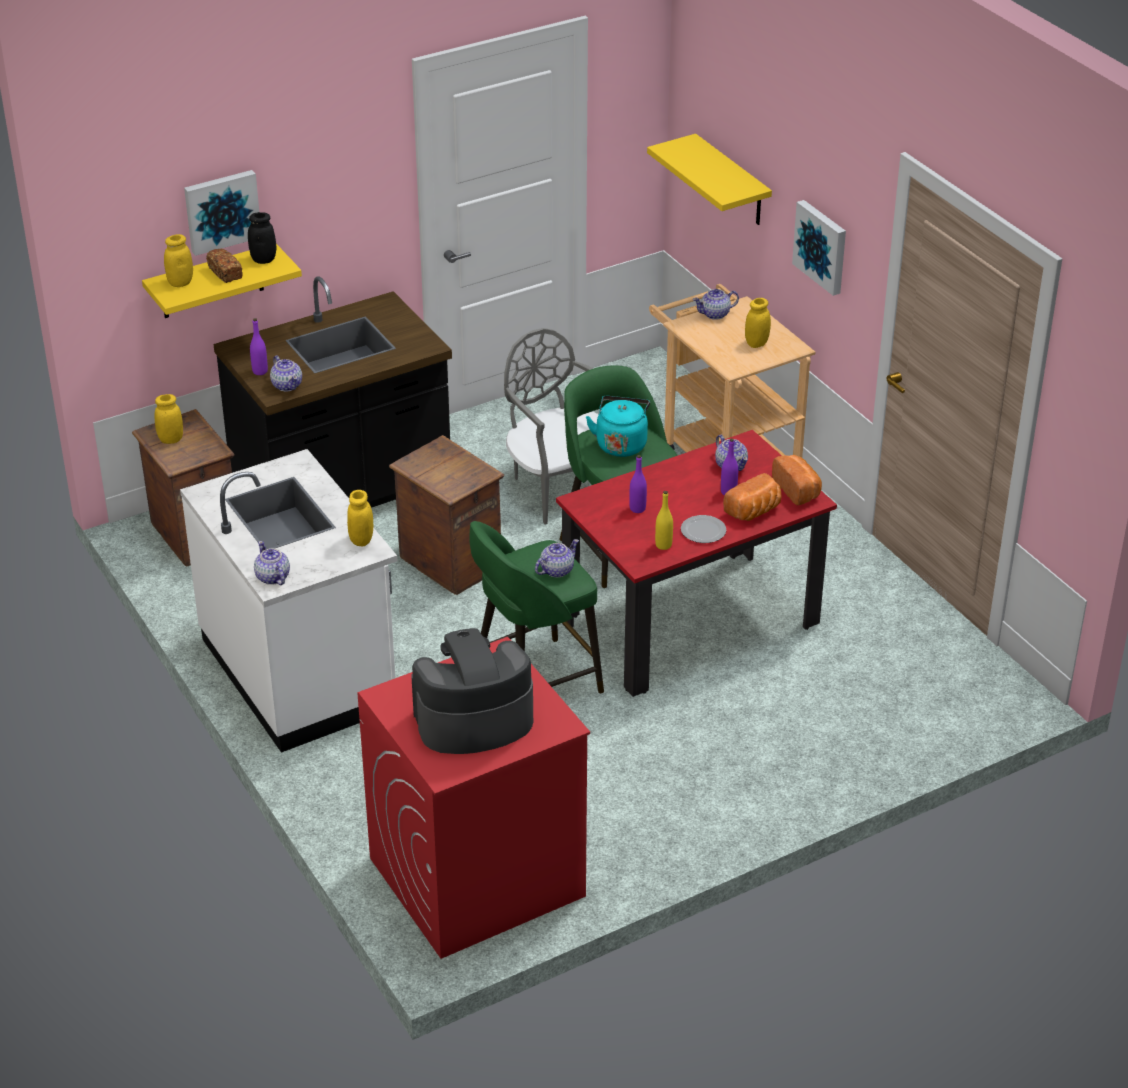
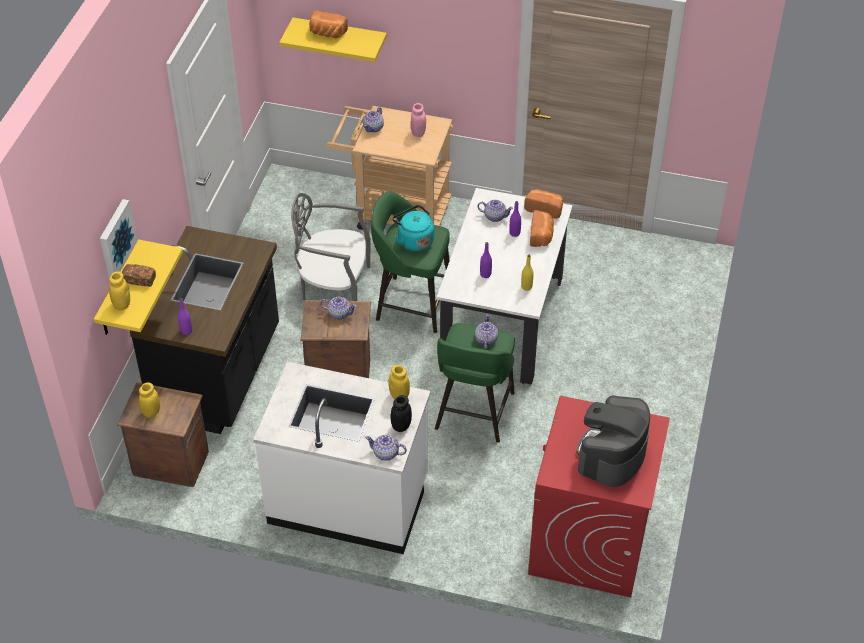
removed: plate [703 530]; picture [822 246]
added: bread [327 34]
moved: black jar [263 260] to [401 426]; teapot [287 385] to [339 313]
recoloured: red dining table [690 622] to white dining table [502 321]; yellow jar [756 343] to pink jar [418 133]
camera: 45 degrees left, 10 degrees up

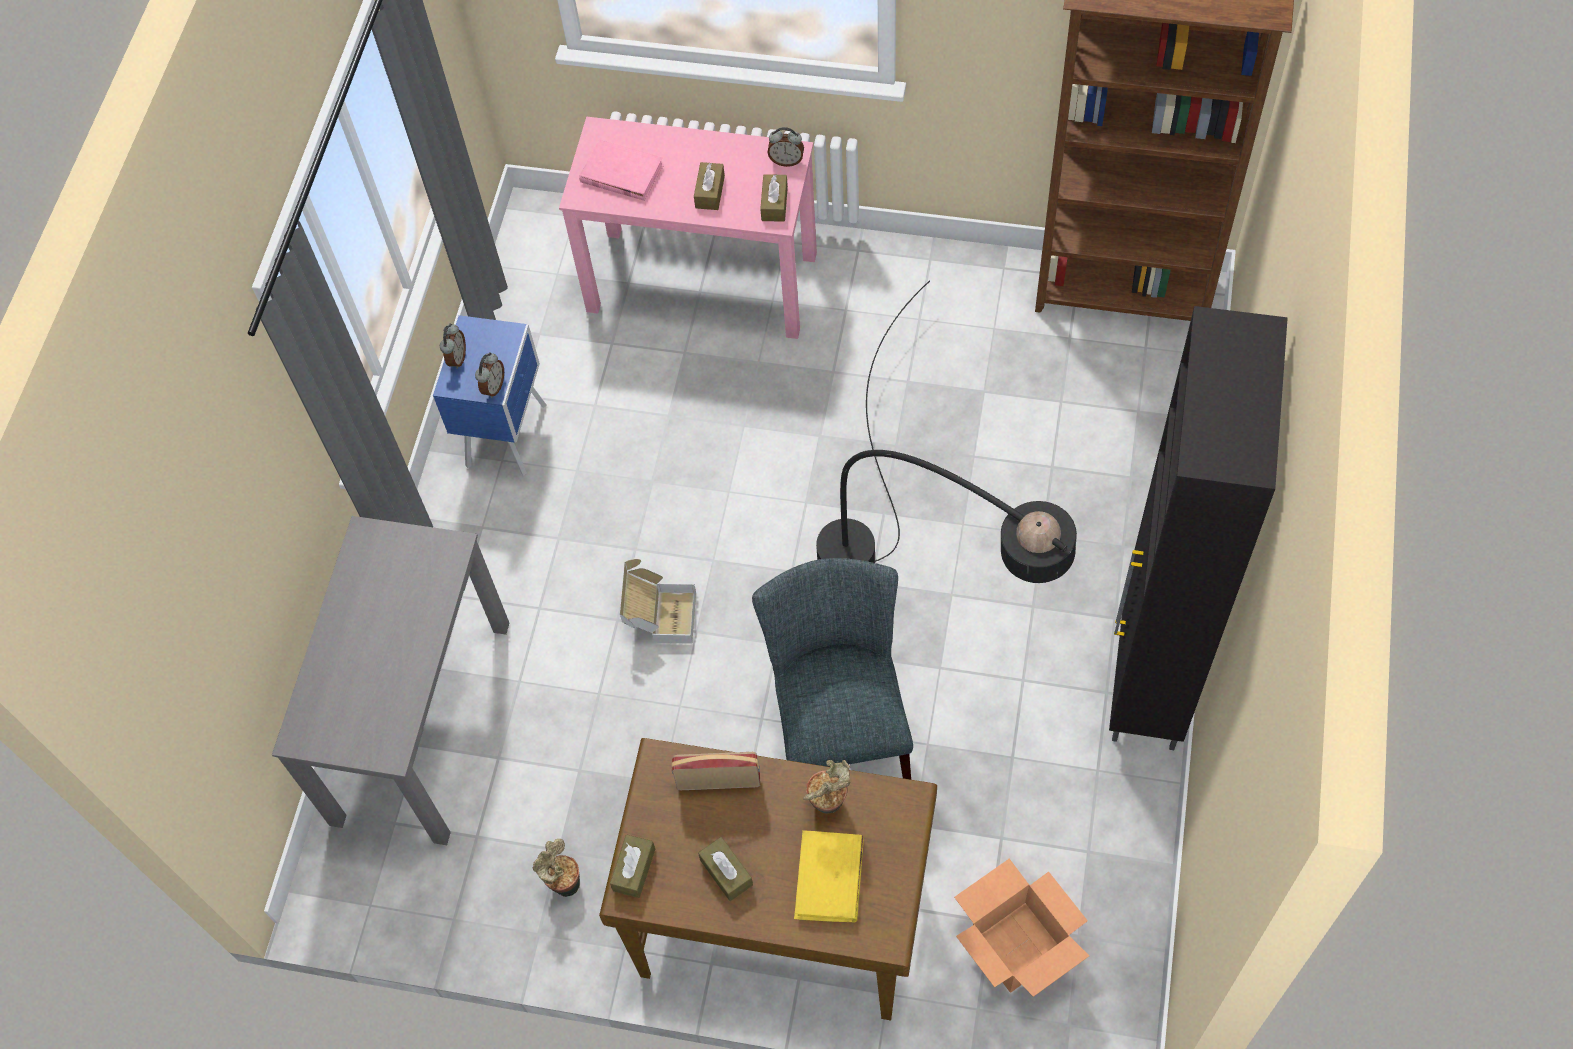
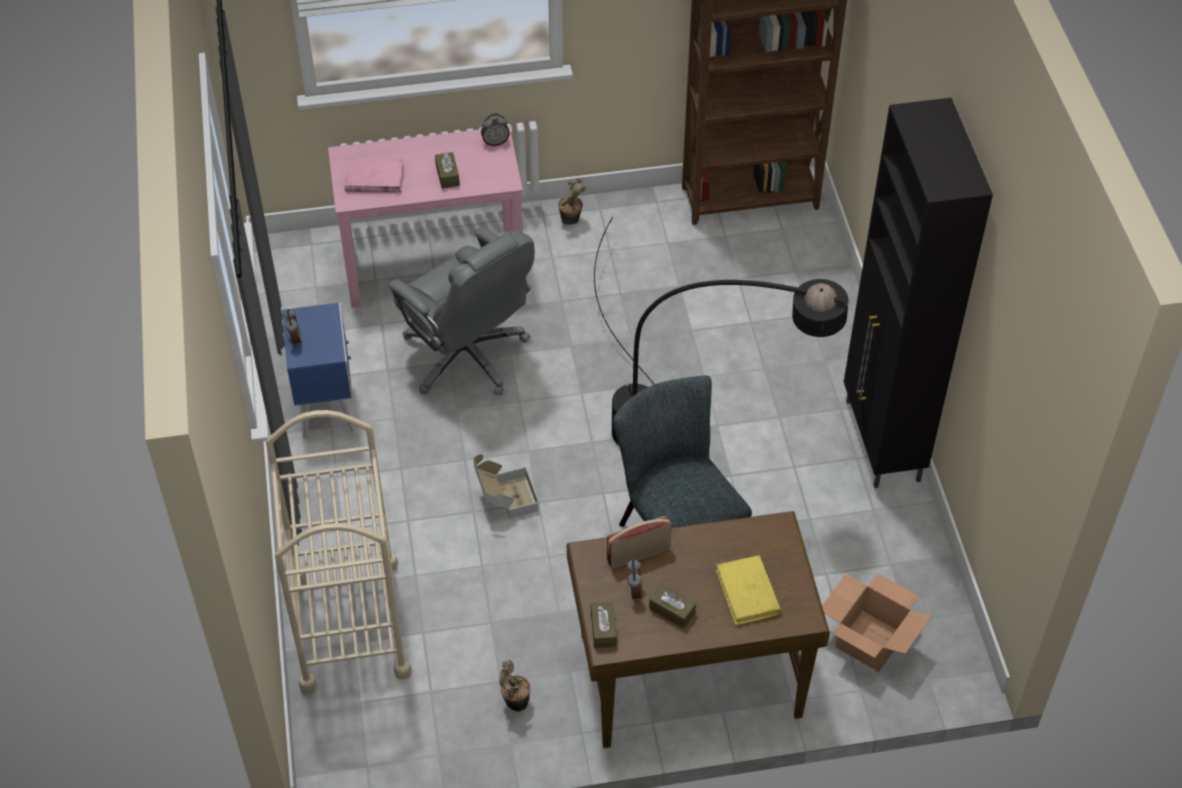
removed: brown tissue box [774 204]
added: grey office chair [467 356]
moved: alarm clock [493 387] to [634 591]; potted plant [828 805] to [571 221]
replaced: grey desk [421 720] to beige cart [349 624]
camera: 25 degrees left, 10 degrees down

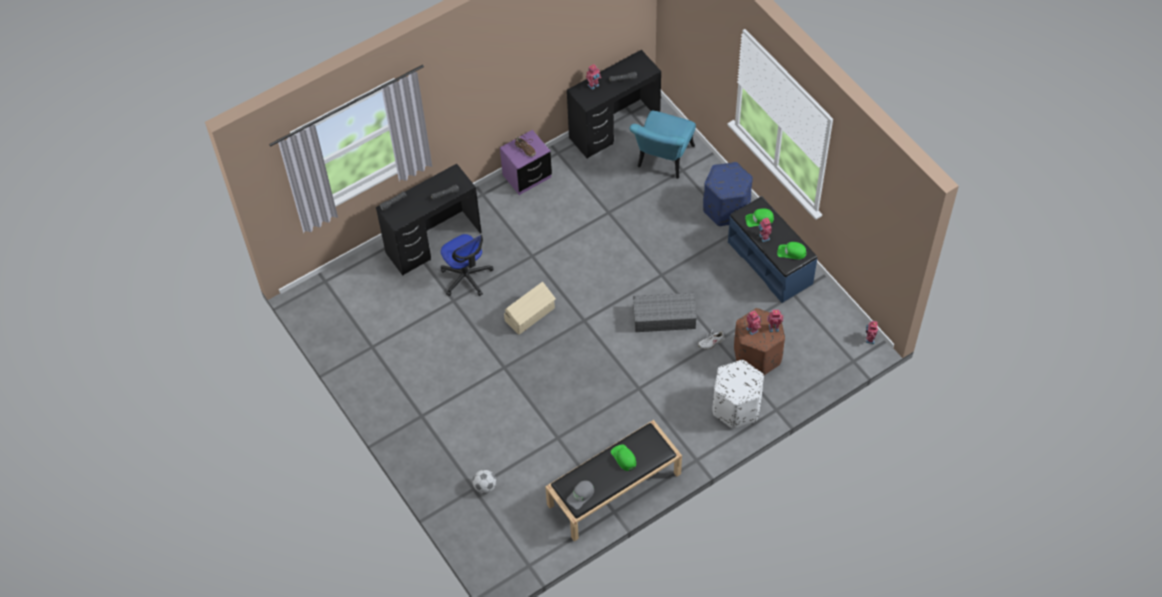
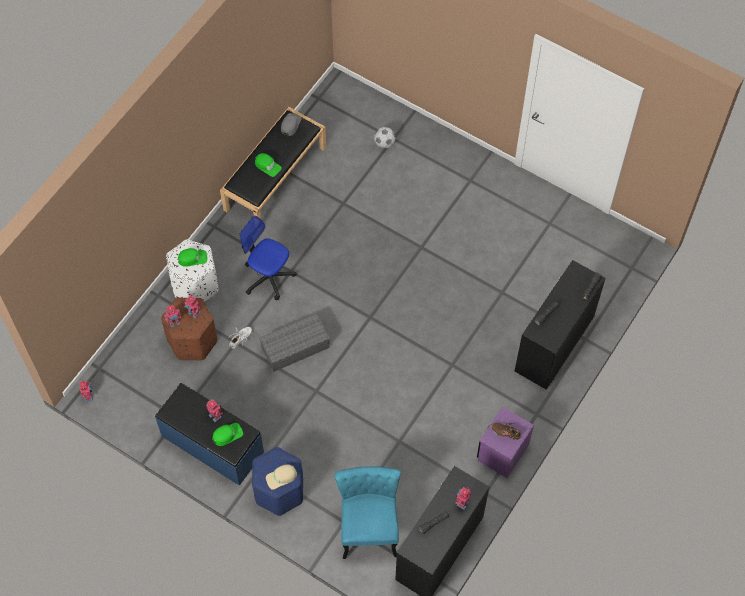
removed: beige storage box [530 315]
added: beige cap [281 477]
moved: office chair [466 277] to [268 277]; green cap [791 252] to [192 258]
camera: 155 degrees right, 5 degrees up

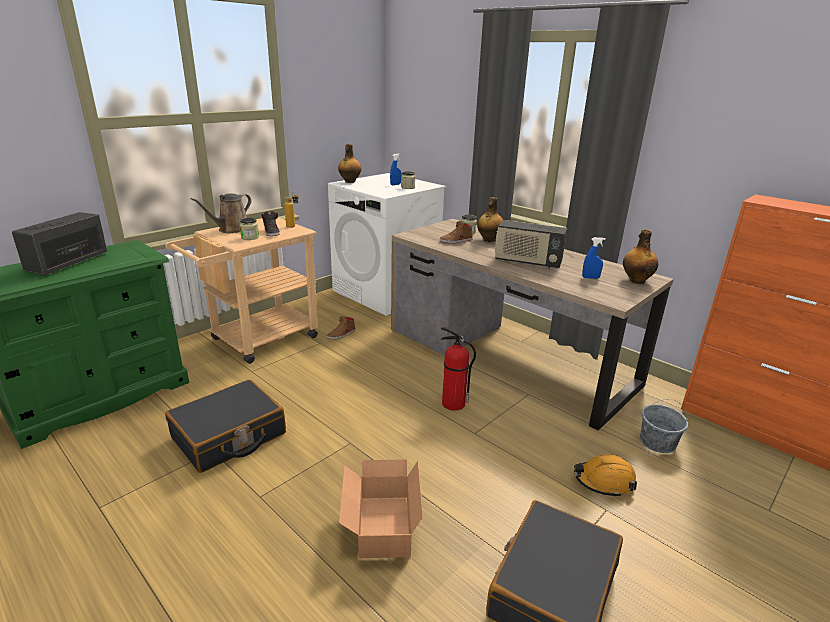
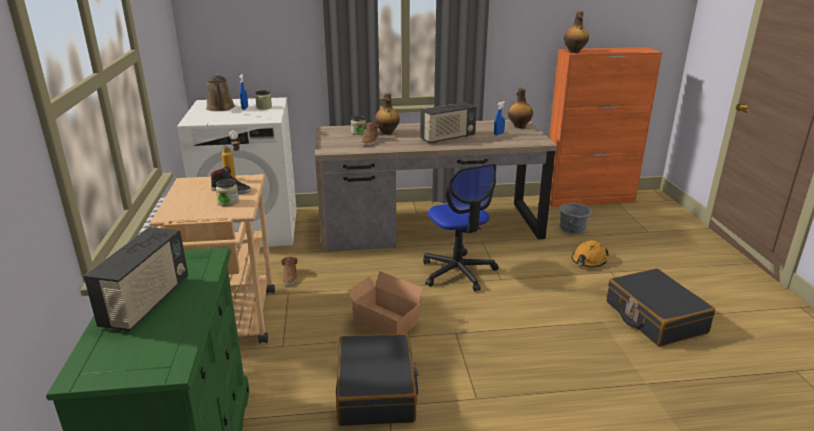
moved: brown watering can [231 230] to [221 108]; bottle [349 181] to [574 52]; cardboard box [381 528] to [385 323]
replaced: fire extinguisher [452 403] to office chair [458 272]
turned: radio [68 263] = [147 302] 135 degrees counterclockwise
camera: 50 degrees left, 0 degrees up

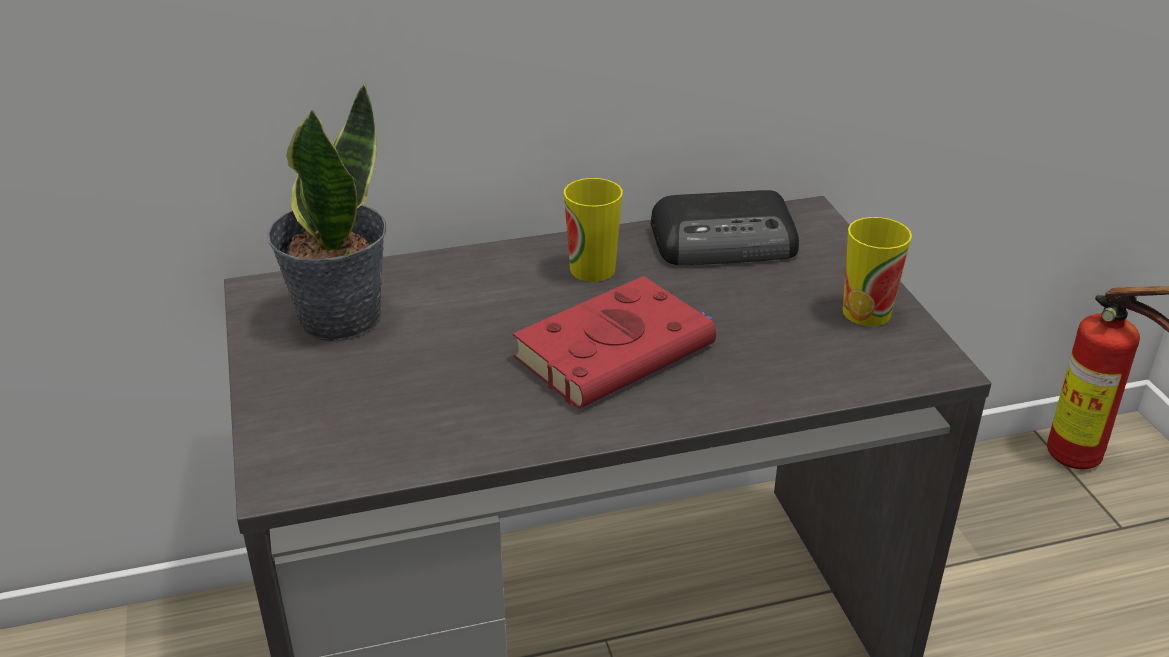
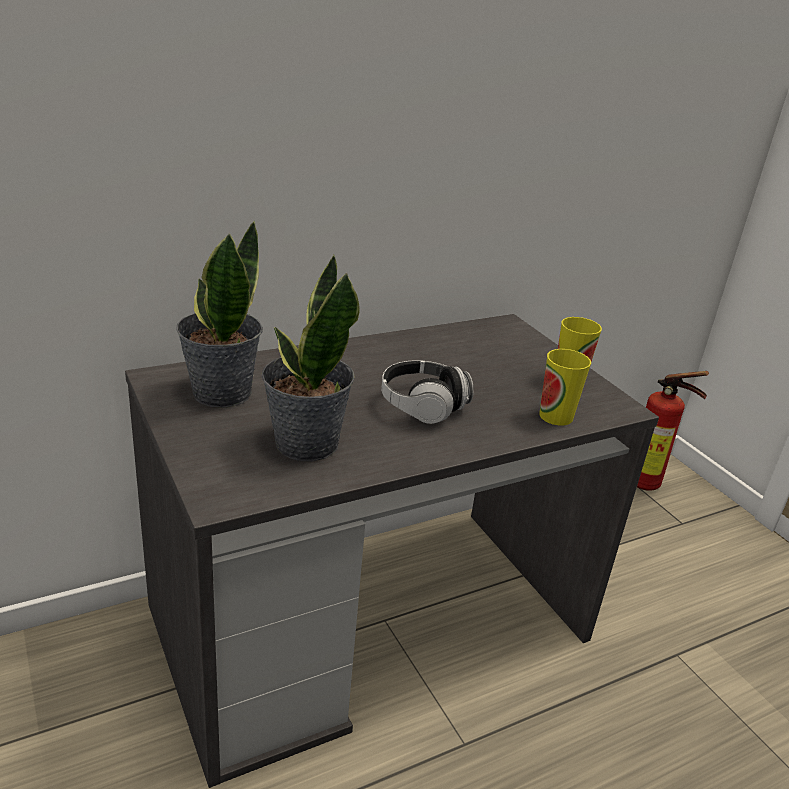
removed: radio [726 241]
added: potted plant [305 443]
moved: cup [592 269] to [556 416]
replaced: red book [618 349] to headphones [422 406]
camera: 15 degrees left, 5 degrees down

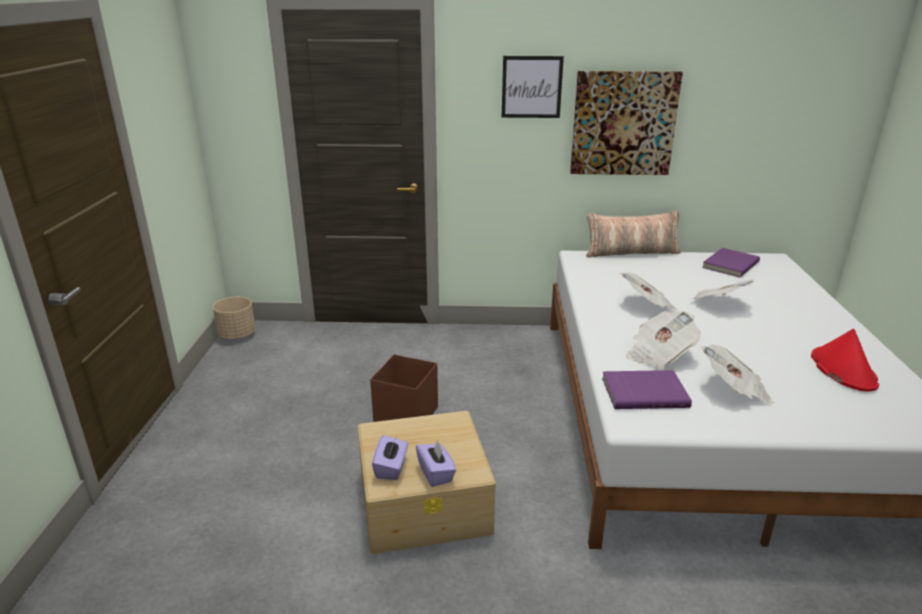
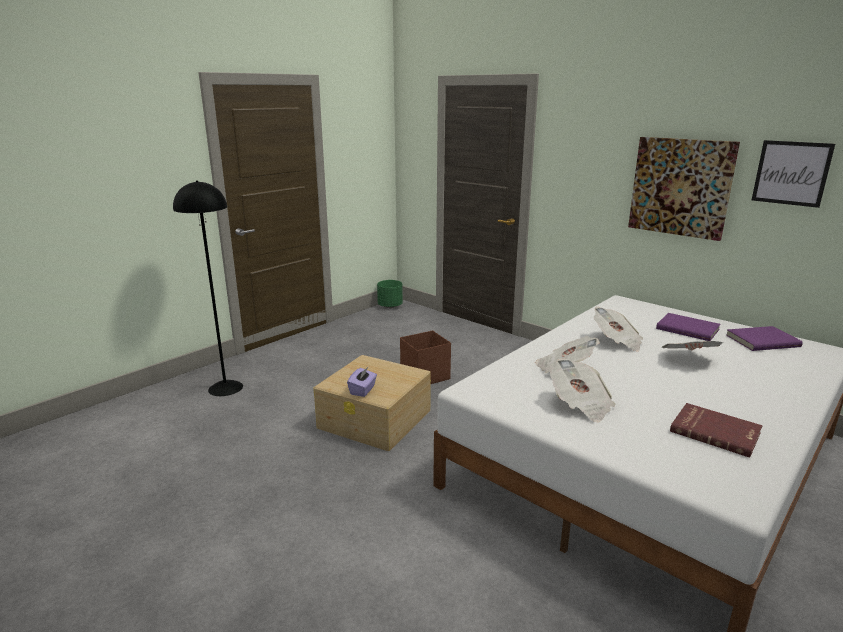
removed: purple tissue box [391 468]; pillow [631 252]
added: black floor lamp [225 388]
moved: picture [531 87] to [791 173]; purple book [644 392] to [688 329]
replaced: red hat [842 370] to red book [715 431]
recoloured: beige planter [237 335] to green planter [390 306]
camera: 40 degrees right, 5 degrees down

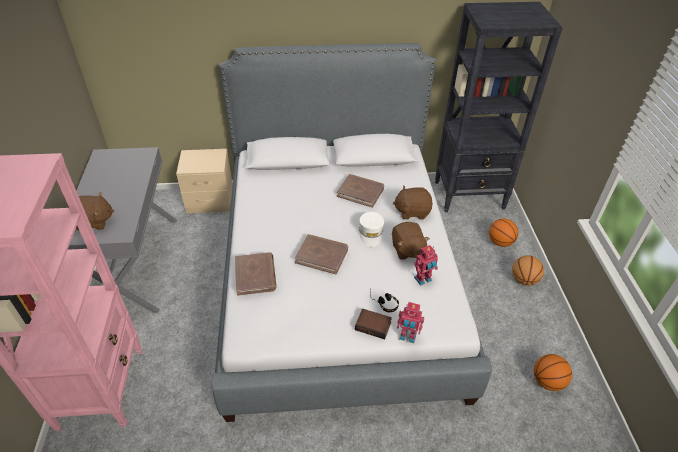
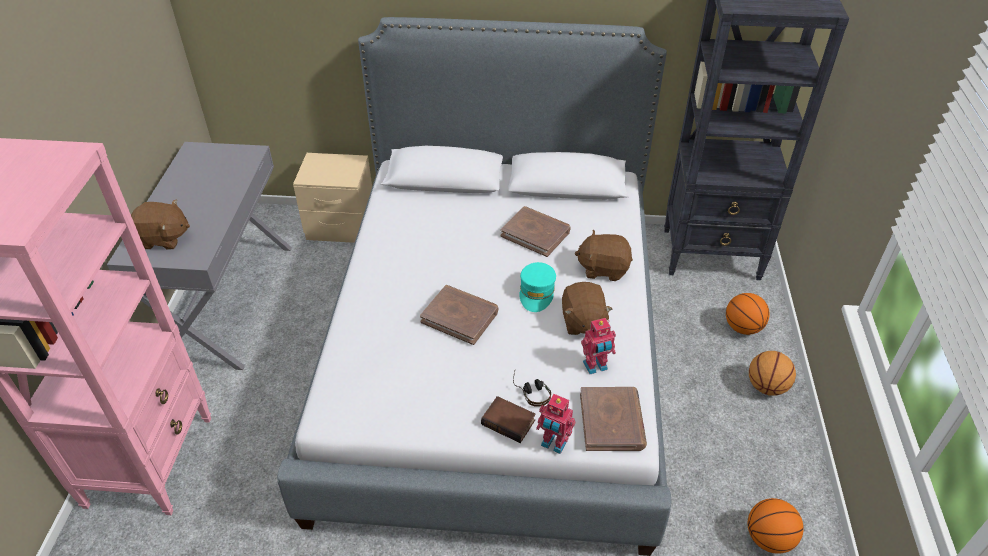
moved: brown book [255 275] to [612 421]
recoloured: white cap [371 233] to turquoise cap [537 292]
camera: 10 degrees right, 0 degrees up

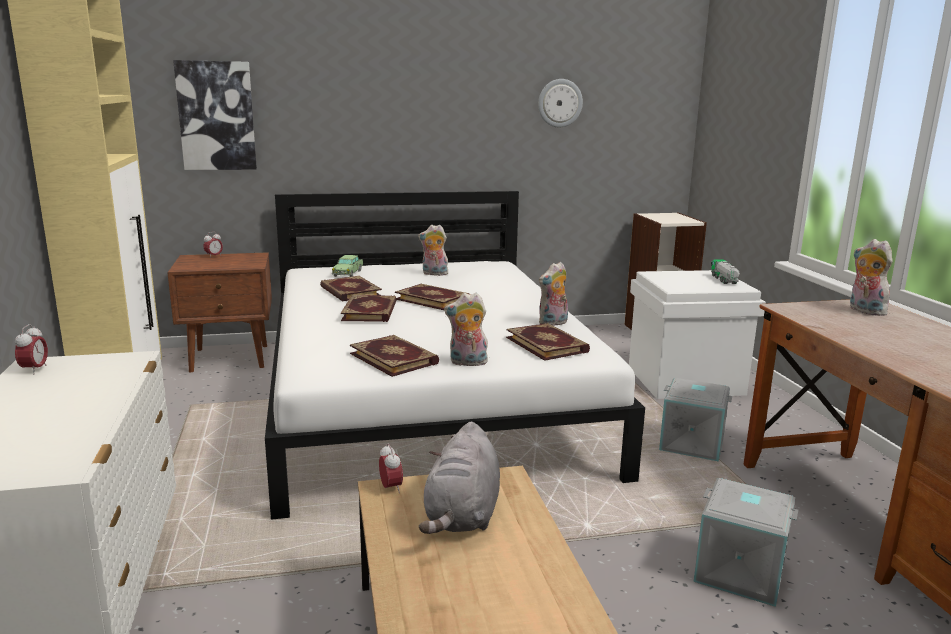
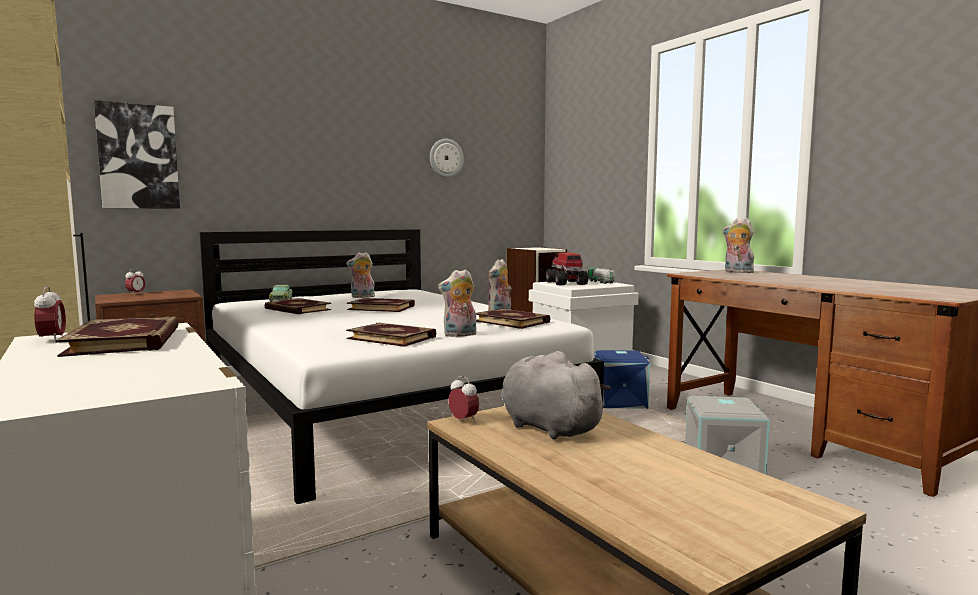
added: toy truck [566 283]
moved: book [371 311] to [127 341]
recoloured: grey storage box [692 444] to blue storage box [620 402]
turned: grey plush toy [462 515] = [546 427] 150 degrees clockwise
camera: 20 degrees left, 10 degrees down

